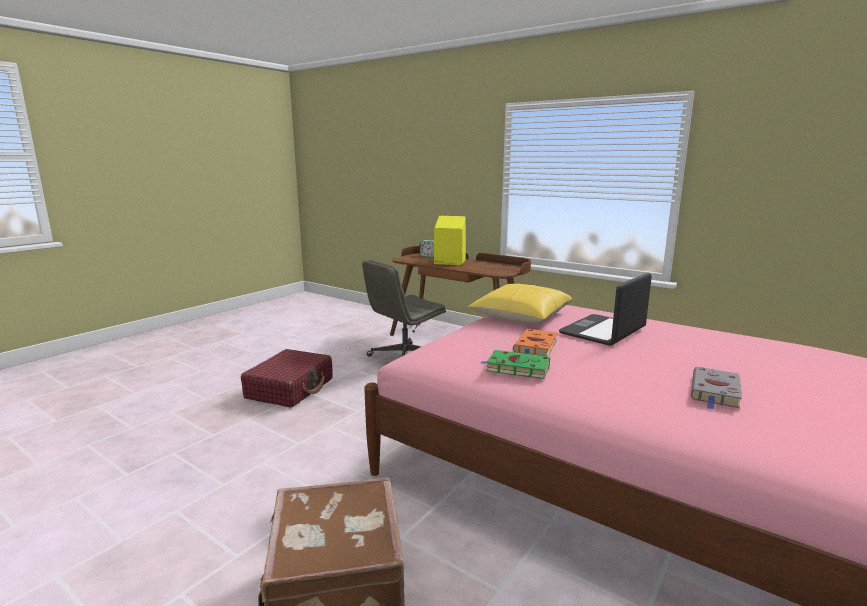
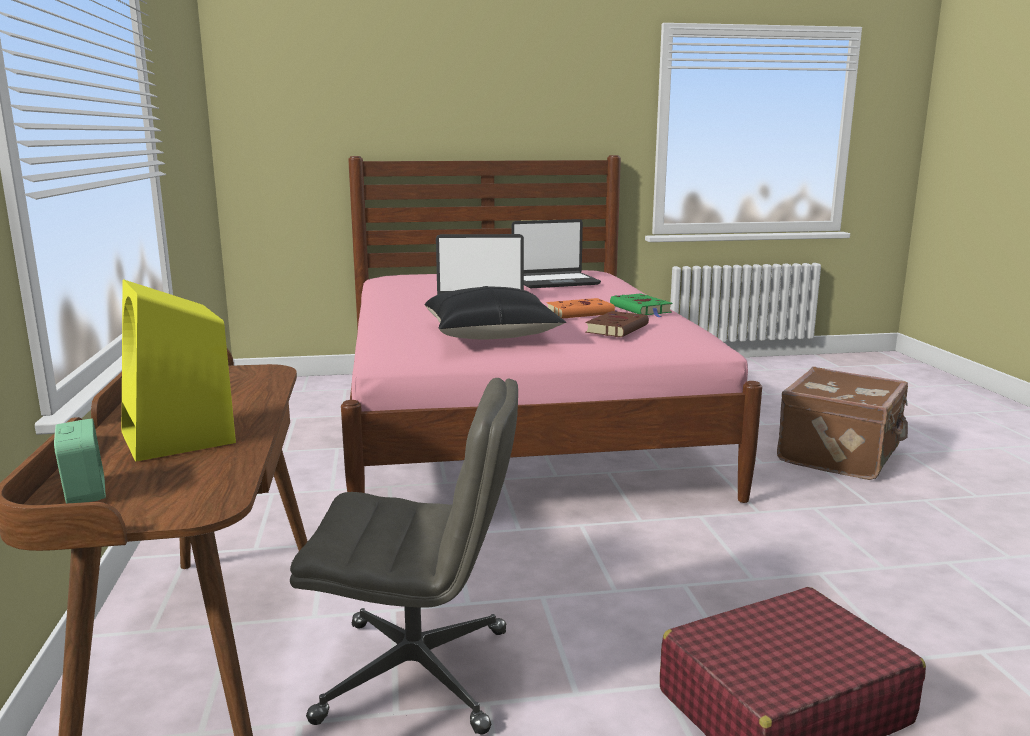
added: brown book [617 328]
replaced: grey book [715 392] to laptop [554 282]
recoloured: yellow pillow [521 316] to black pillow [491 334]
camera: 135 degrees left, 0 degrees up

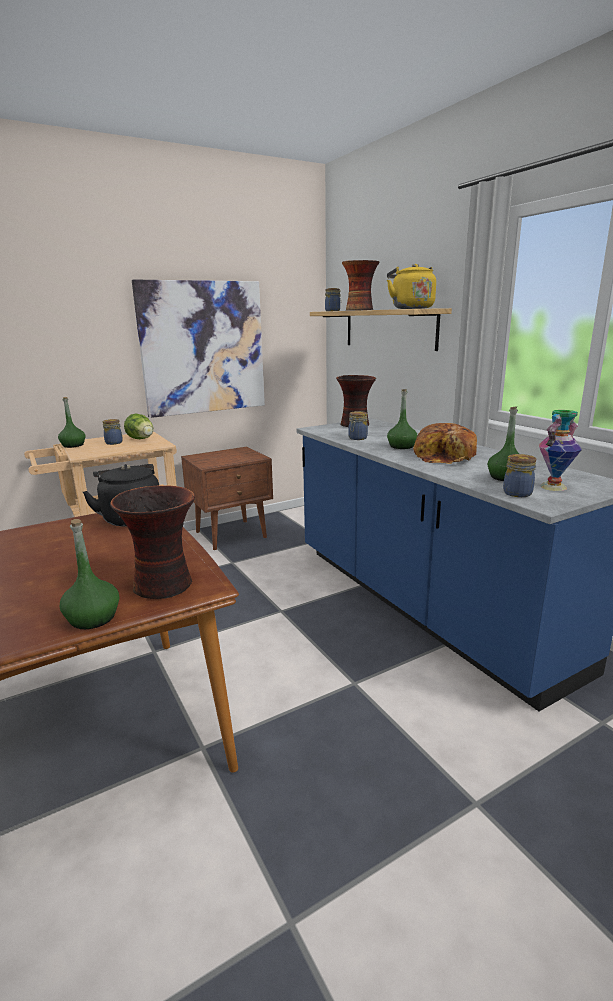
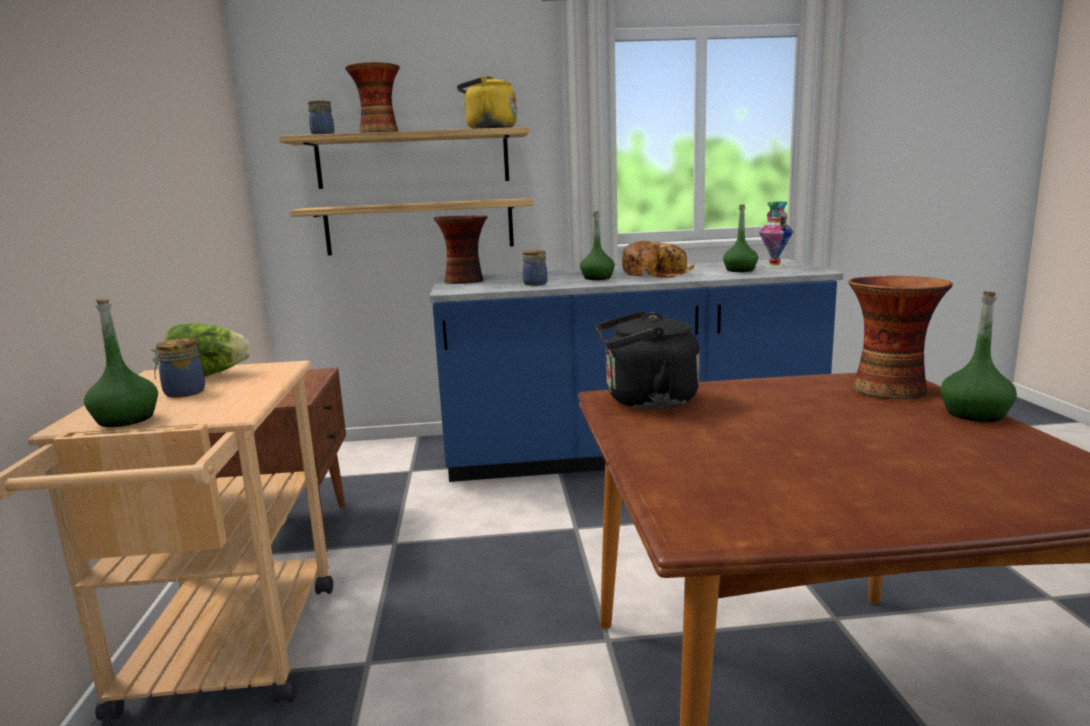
removed: picture [203 348]; jar [516 493]
added: shelf [419 227]
camera: 65 degrees left, 5 degrees down

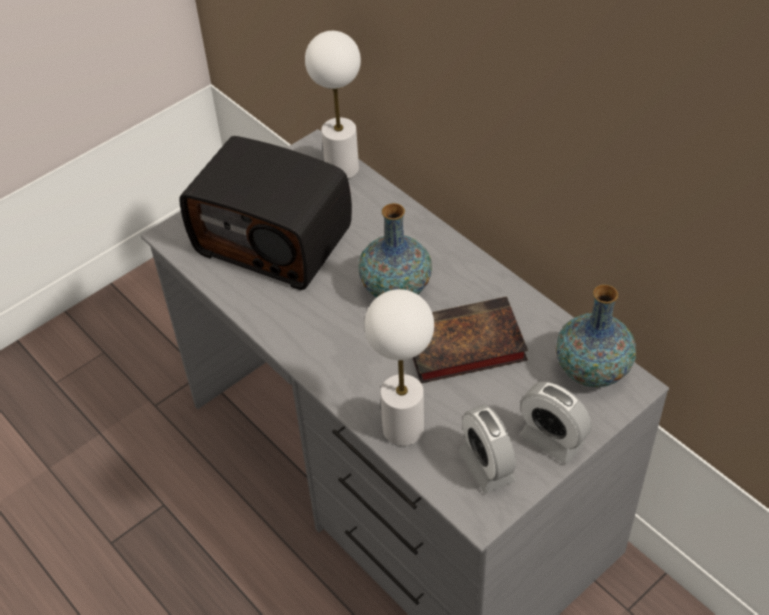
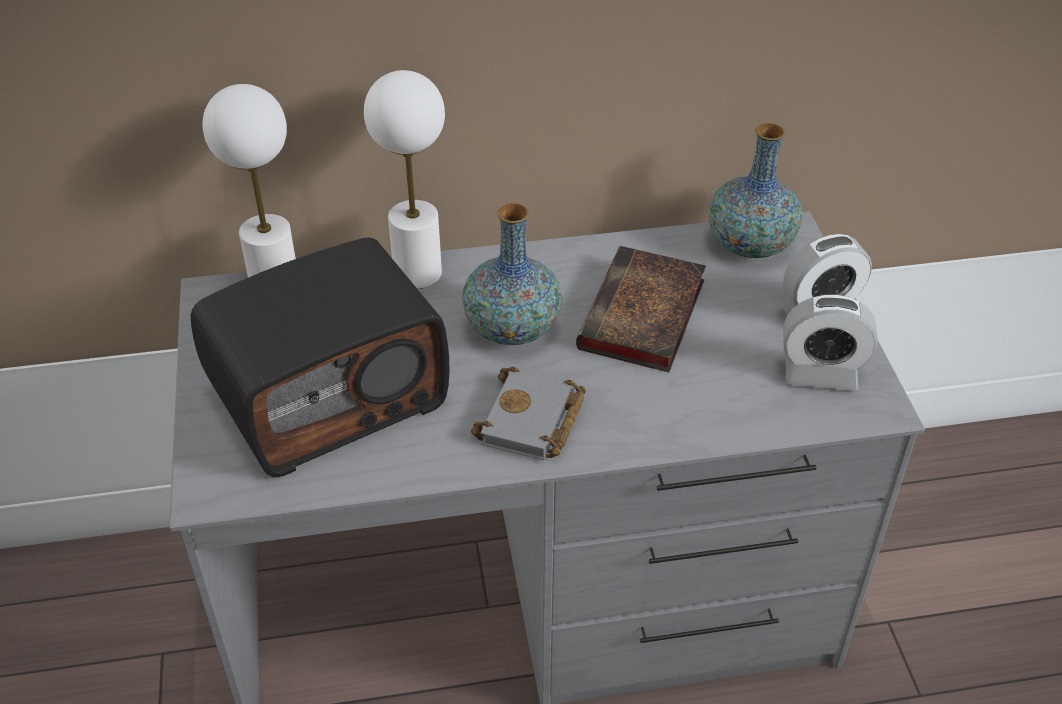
added: grey book [532 421]
moved: white table lamp [403 428] to [417 272]
camera: 60 degrees left, 5 degrees down

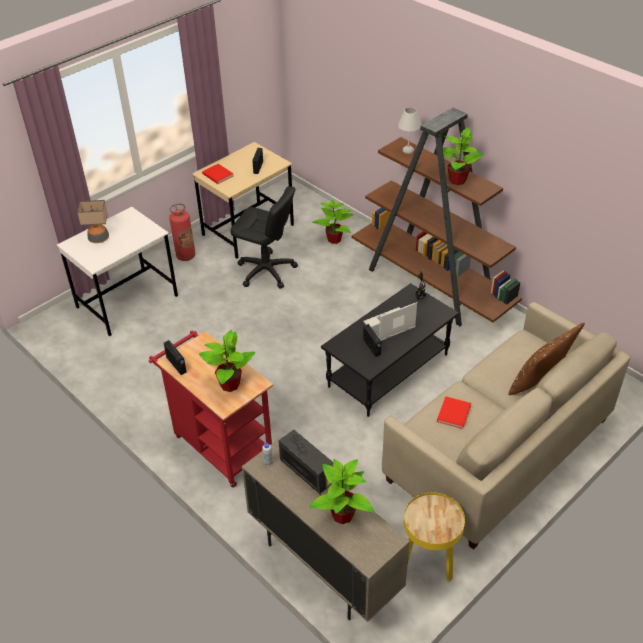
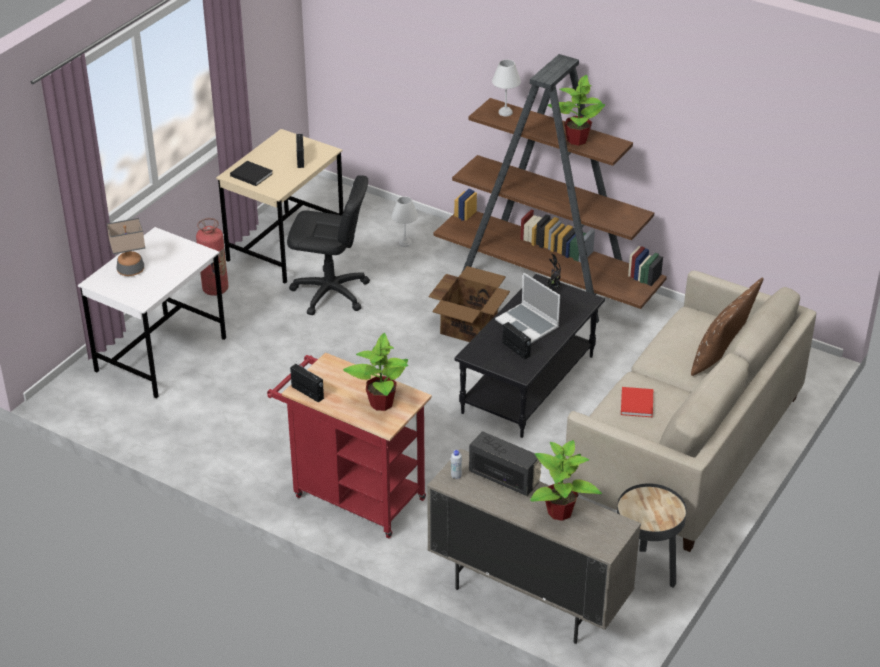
added: cardboard box [469 327]
replaced: potted plant [335 239] to white table lamp [405 243]
recoloured: red book [217 174] to black book [250 174]; yellow side table [429 562] to black side table [644 573]
turned: laptop [389 326] = [528 324] 90 degrees counterclockwise
camera: 15 degrees left, 5 degrees down

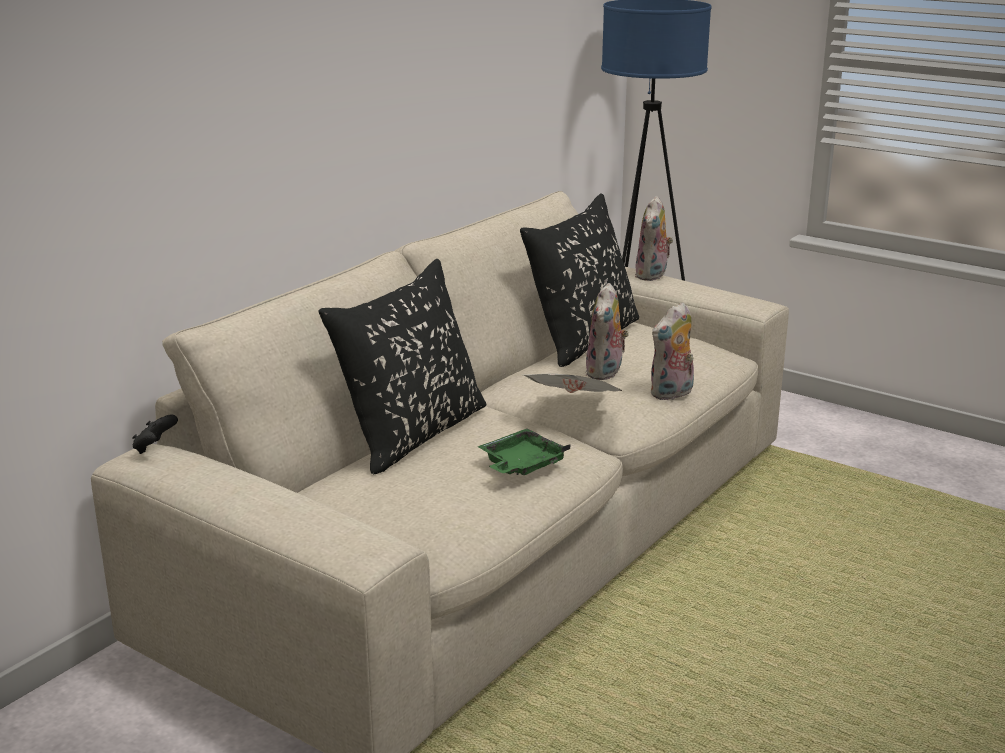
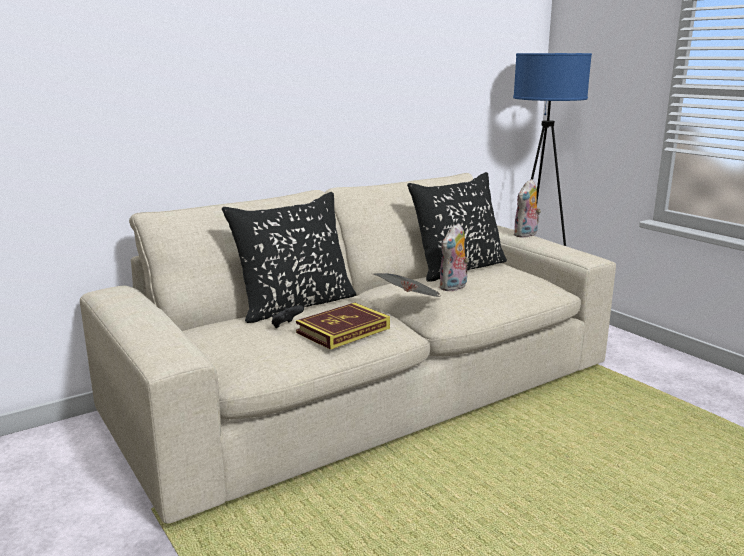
removed: plush toy [672 394]
moved: black game controller [154 448] to [286 326]
replaced: green tray [521 465] to book [343 330]
camera: 20 degrees right, 5 degrees down

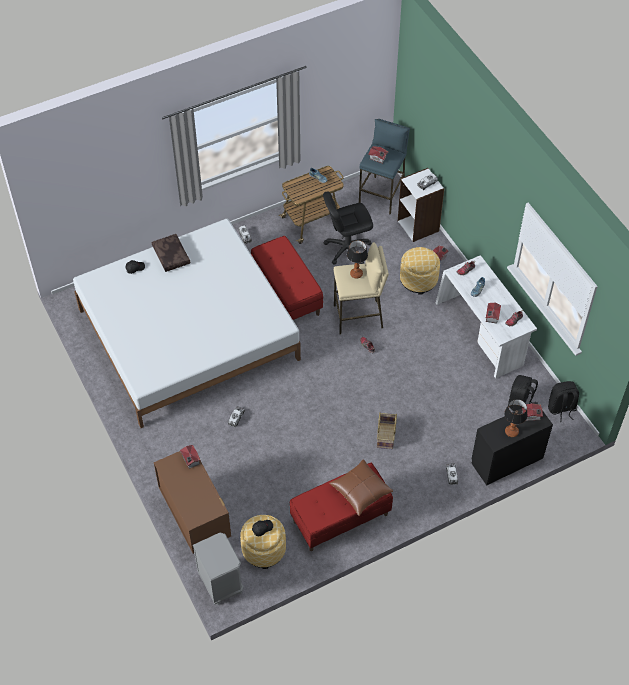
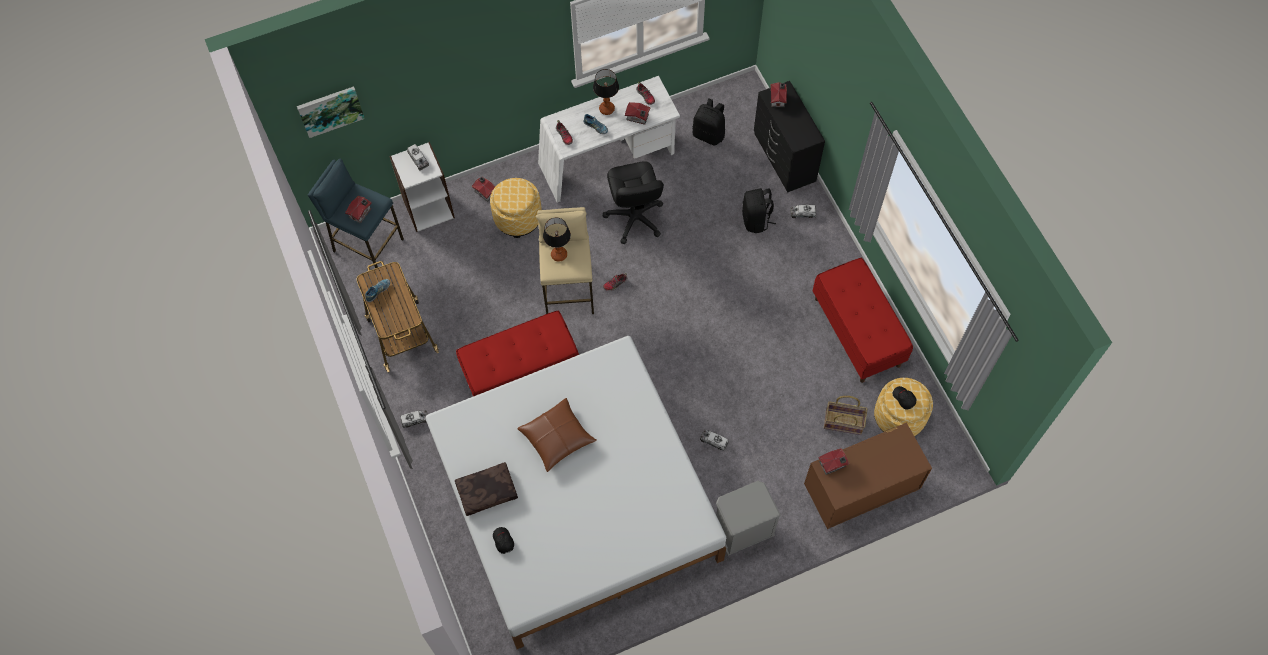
added: picture [330 110]
moved: grey nightstand [220 583] to [741 531]; black office chair [347 249] to [634 218]; brown pillow [360 491] to [557 438]; basket [386 436] to [843 422]; table lamp [512 432] to [607 109]; black backpack [561 409] to [756 220]
camera: 85 degrees left, 10 degrees up

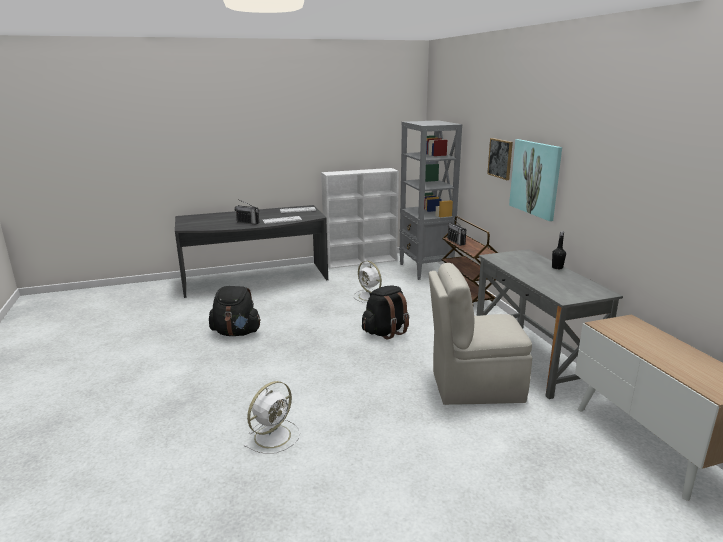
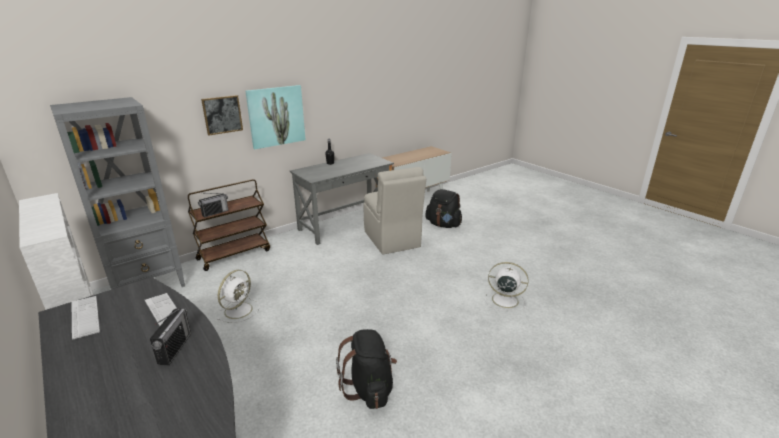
moved: black backpack [385 332] to [443 225]
camera: 110 degrees left, 5 degrees up

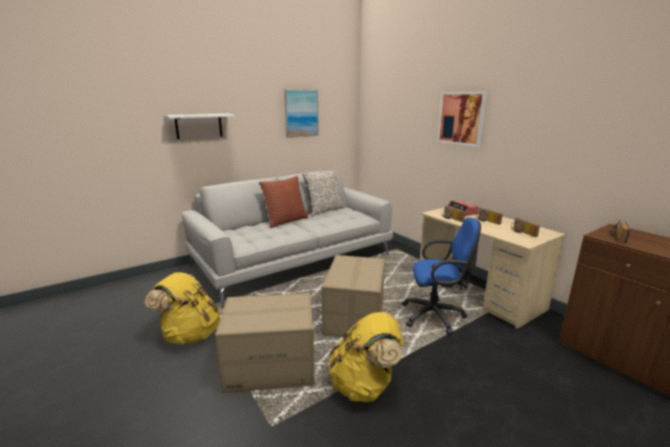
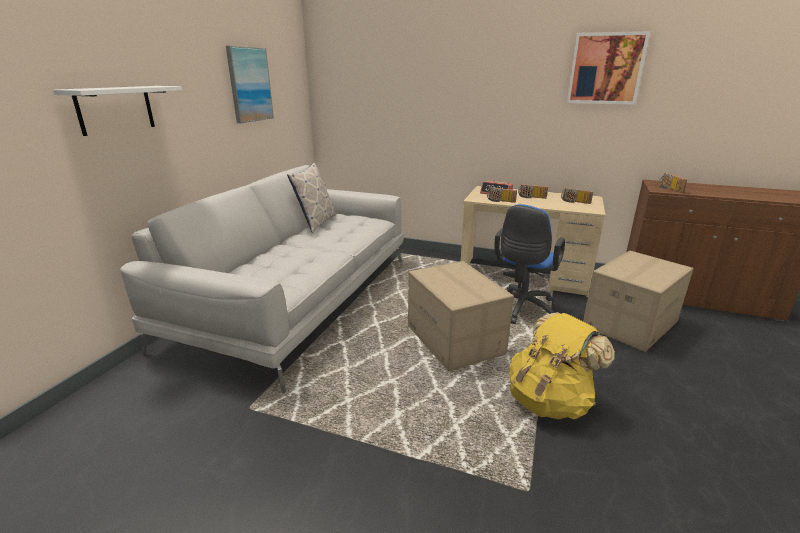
removed: yellow backpack [190 334]; pillow [285 221]
moved: cardboard box [270 365] to [629 323]; picture [461 118] to [606 69]
turned: blue office chair [436 316] = [520 309] 150 degrees clockwise
camera: 35 degrees left, 5 degrees up

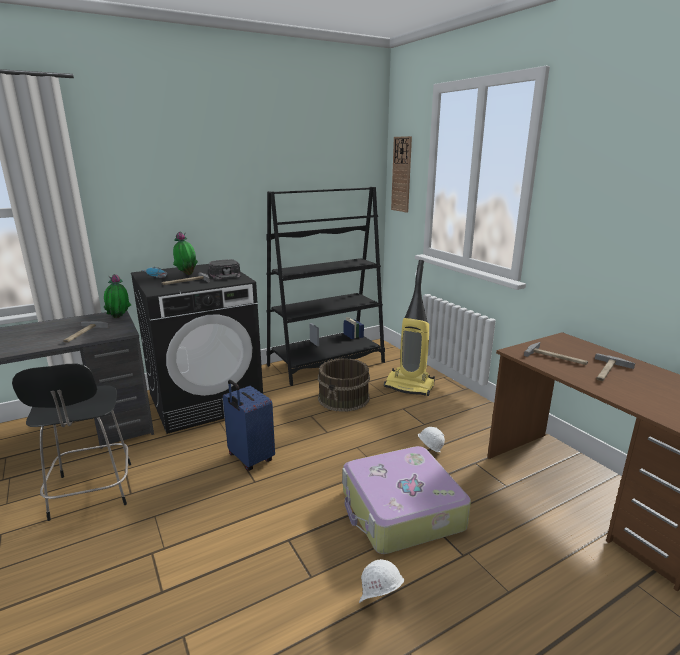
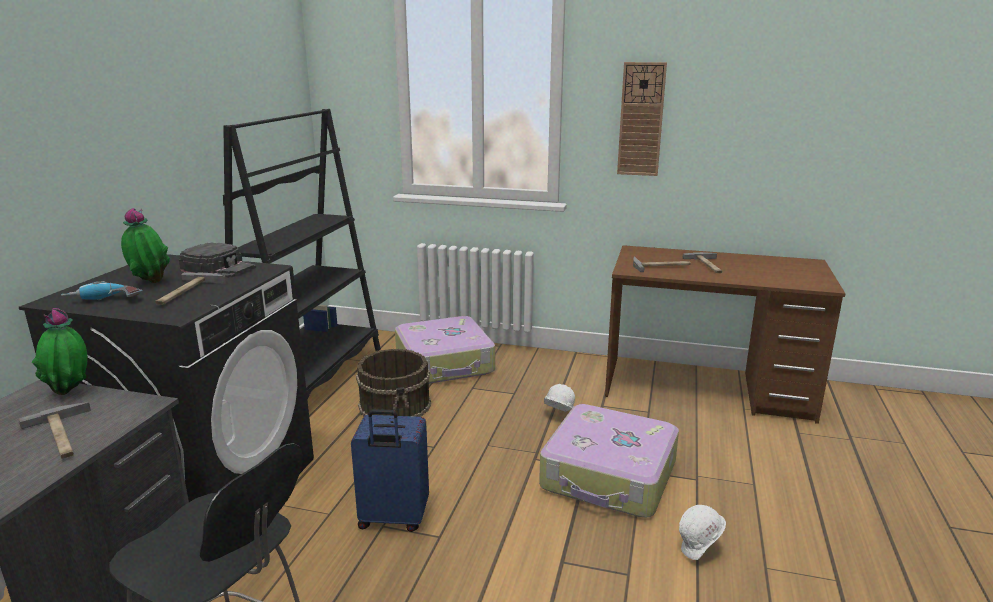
moved: wall clock [401 174] to [641 119]
replaced: vacuum cleaner [410 386] to suitcase [445 363]
camera: 45 degrees left, 0 degrees up

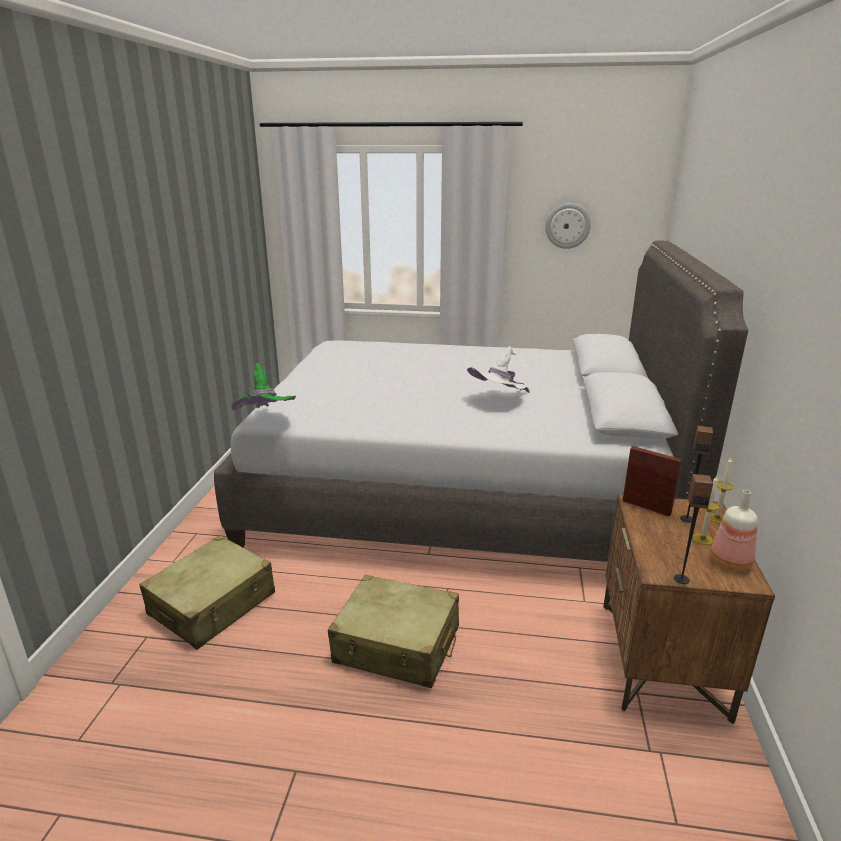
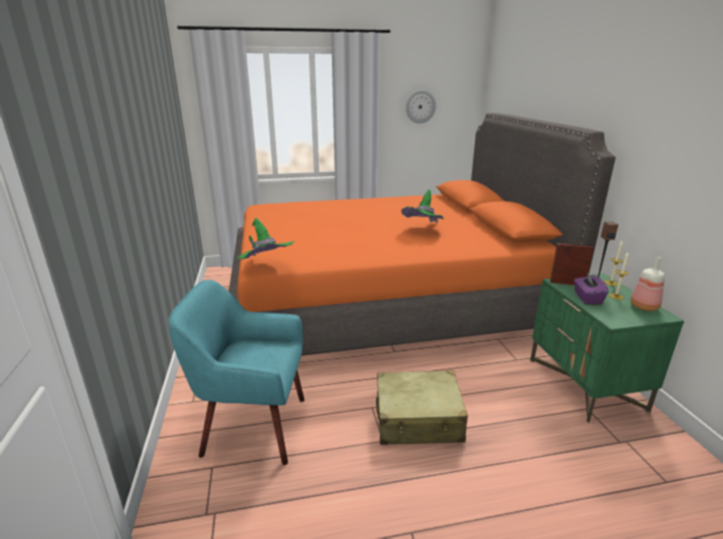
removed: speaker [681 579]
added: purple tissue box [587 298]
replaced: beige suitcase [213 604] to turquoise armchair [253 426]
recoloured: grey bed [461 490] to orange bed [385 303]; white hat [499 401] to green hat [423 230]; brown nightstand [662 659] to green nightstand [586 384]
camera: 20 degrees left, 0 degrees up

